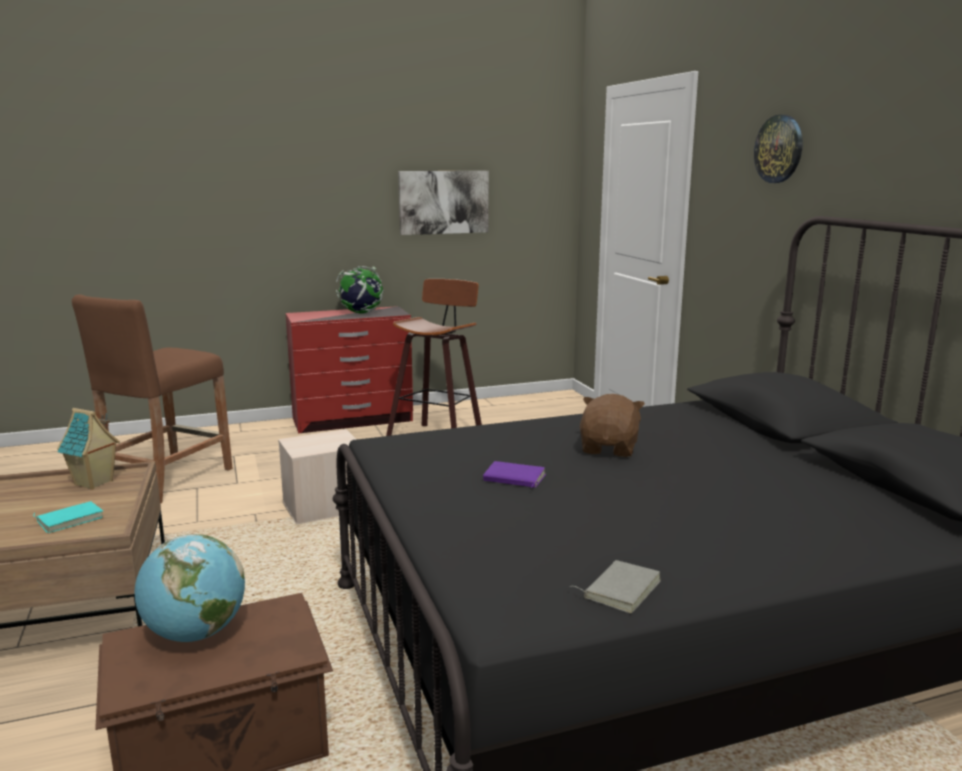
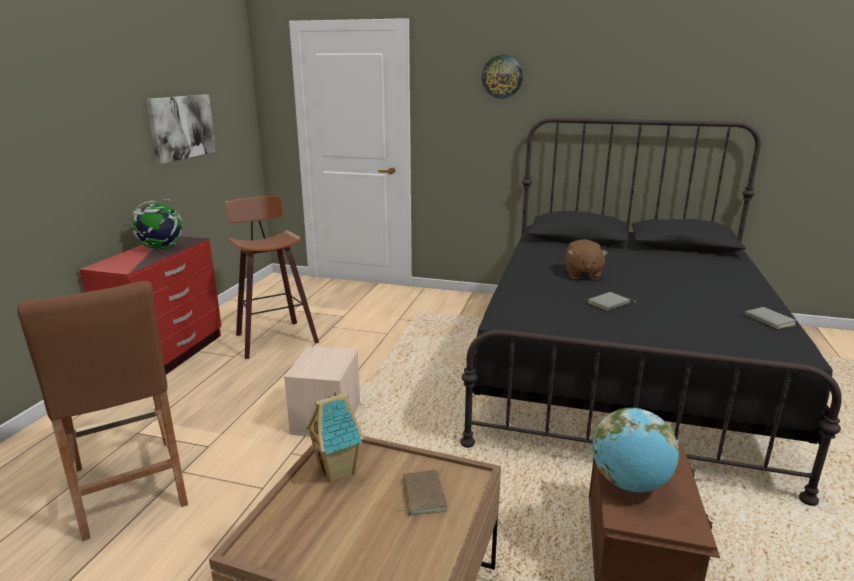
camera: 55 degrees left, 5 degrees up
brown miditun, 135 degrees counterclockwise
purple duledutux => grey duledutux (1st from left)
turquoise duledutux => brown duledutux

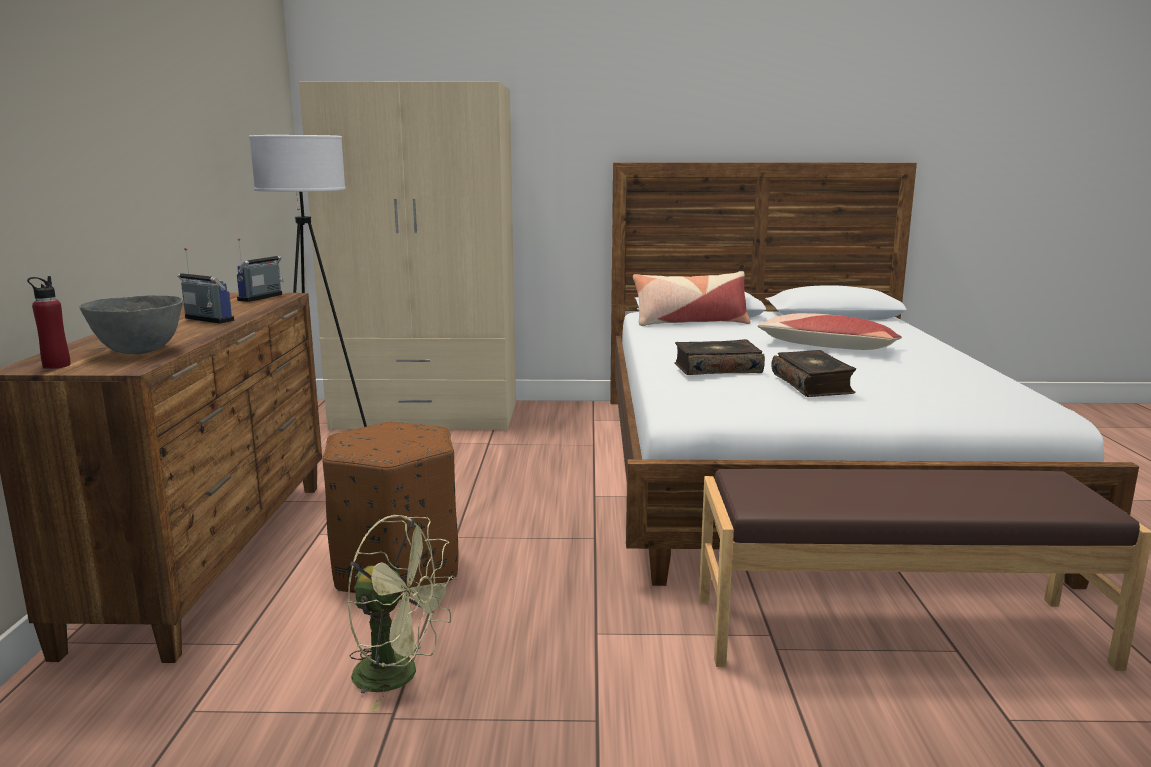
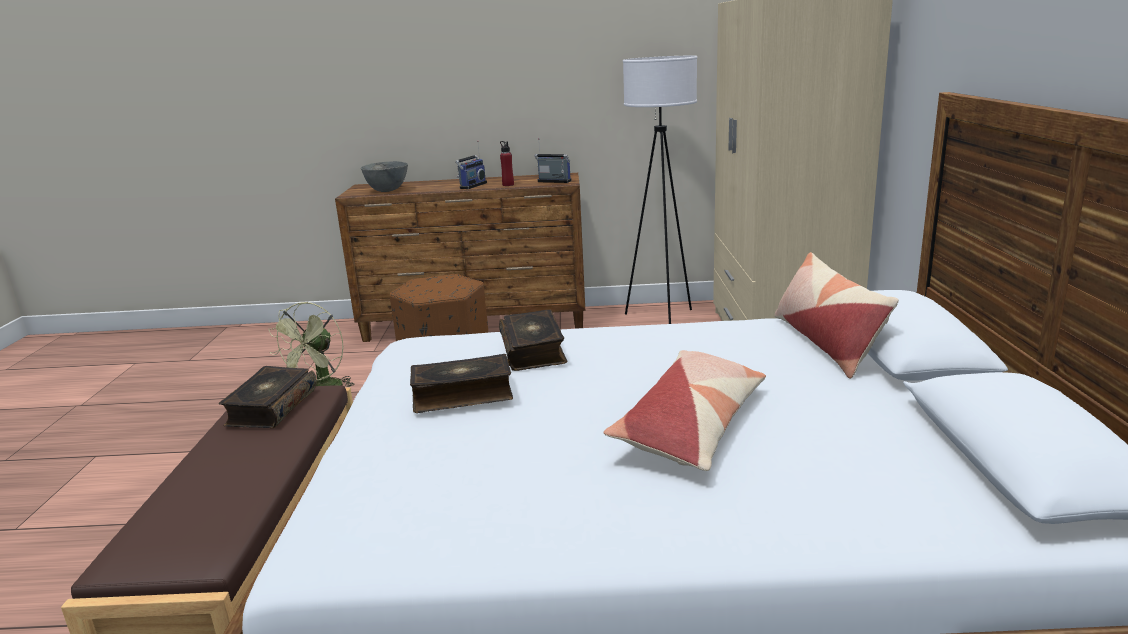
camera: 90 degrees right, 5 degrees up
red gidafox, moved
nothing => duledutux (1st from left)

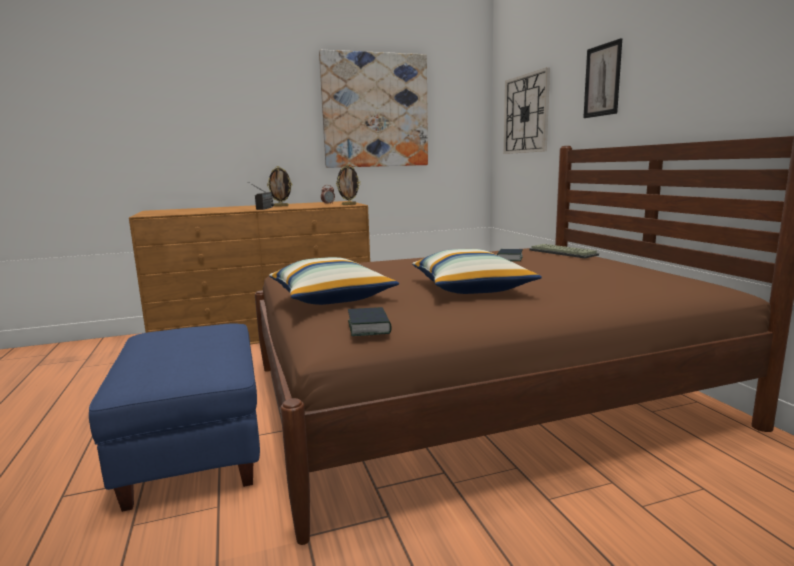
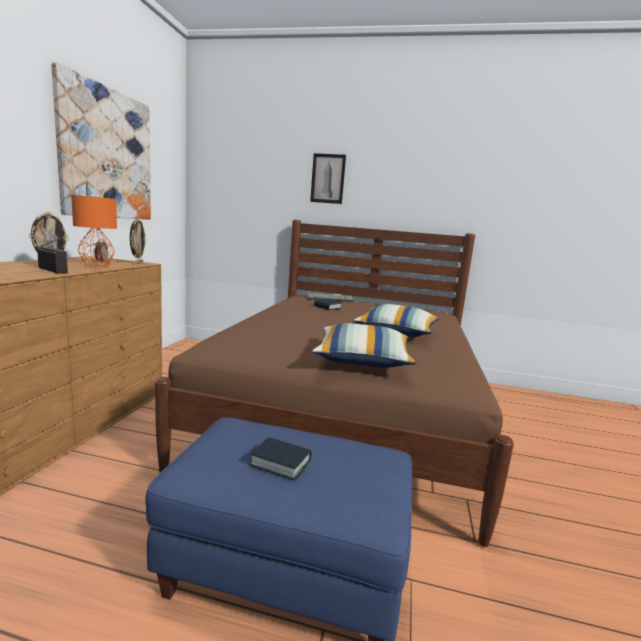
camera: 60 degrees left, 0 degrees up
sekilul => nothing
duledutux (1st from left), moved
nothing => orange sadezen

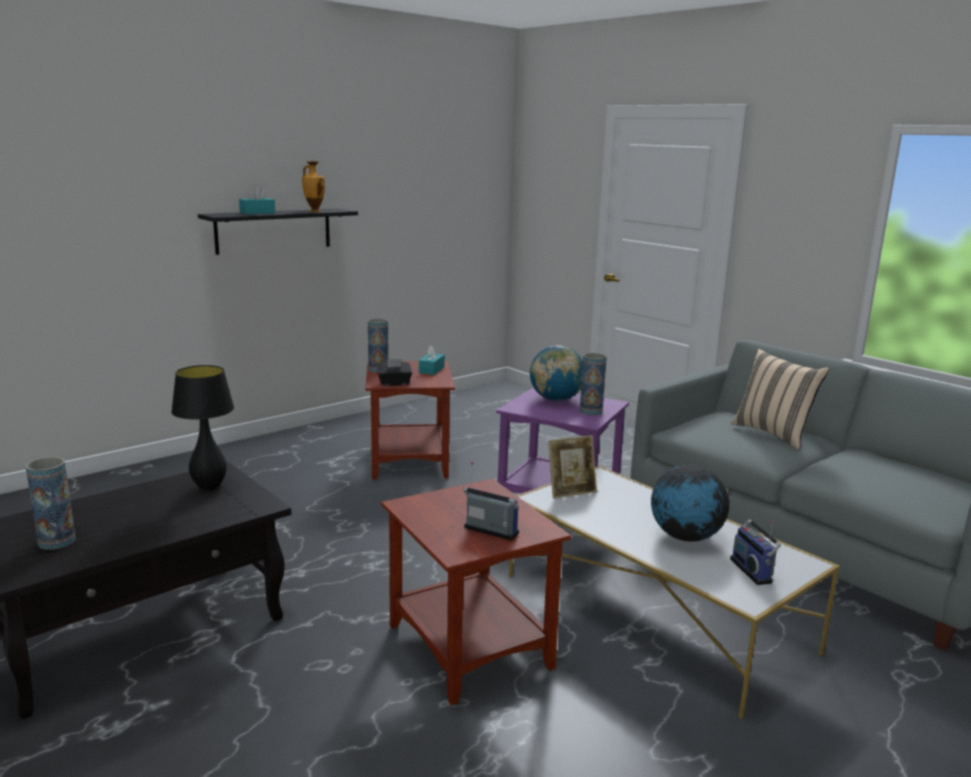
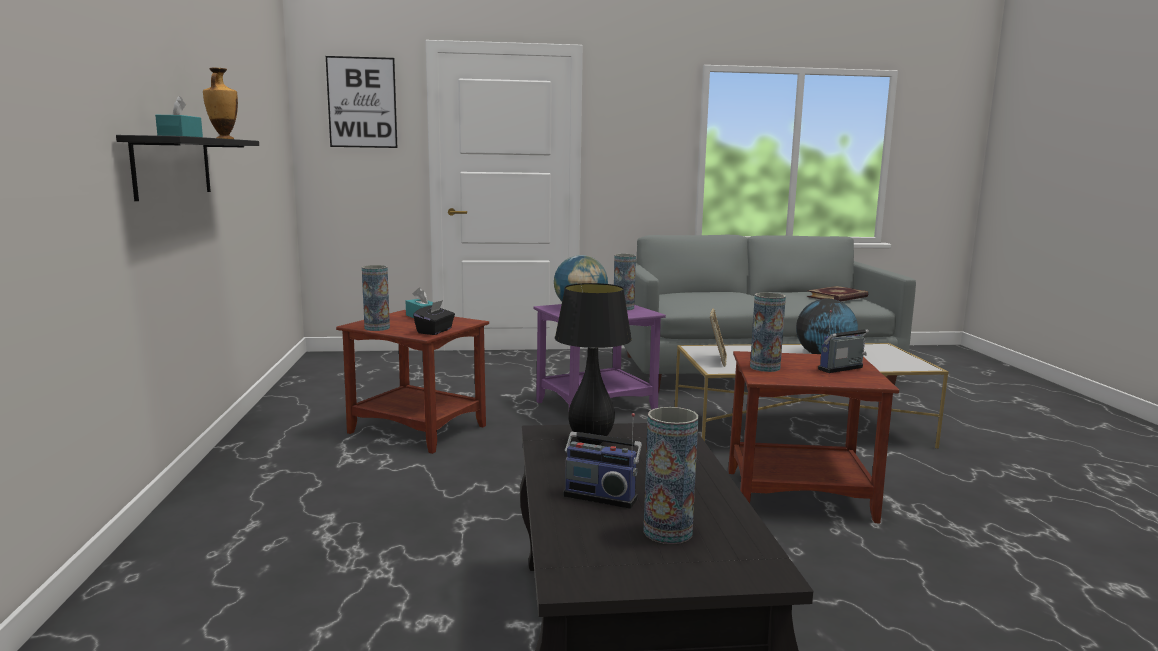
camera: 55 degrees left, 5 degrees down
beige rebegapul => nothing
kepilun (2nd from left in the first image) => kepilun (1st from left), moved
nothing => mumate
nothing => duledutux
nothing => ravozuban (5th from left)

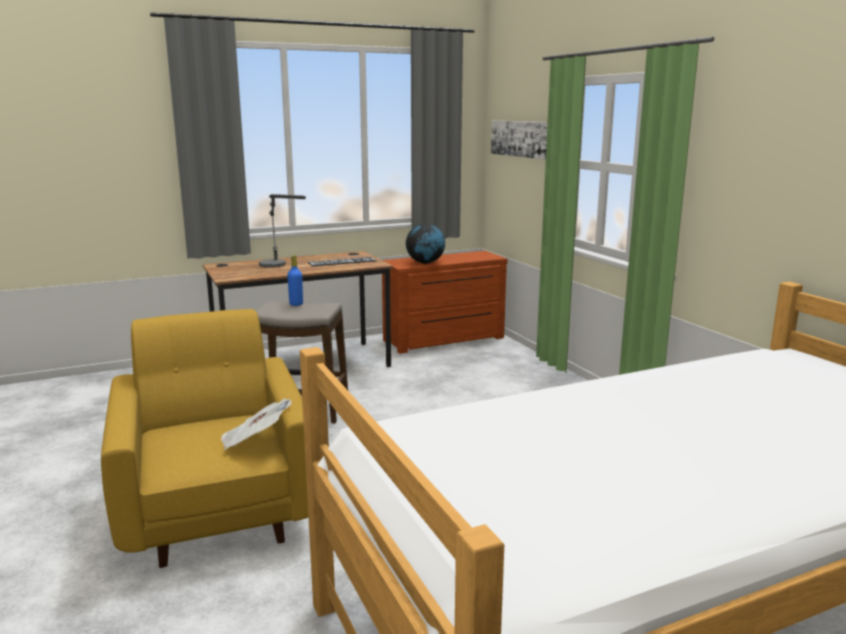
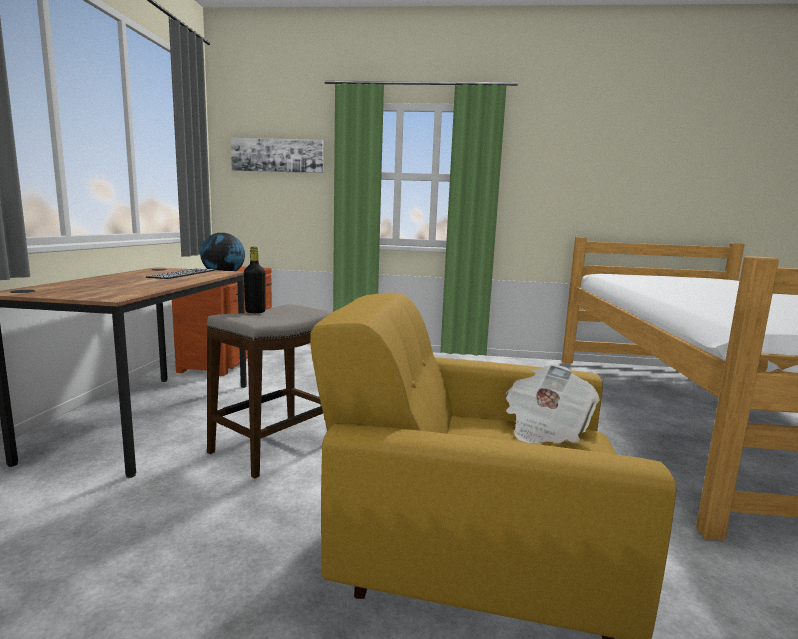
camera: 60 degrees left, 5 degrees down
sadezen => nothing
blue gidafox => black gidafox

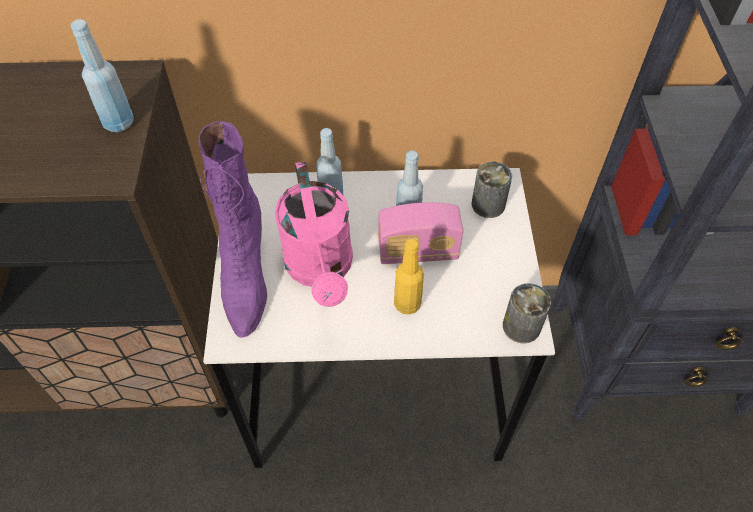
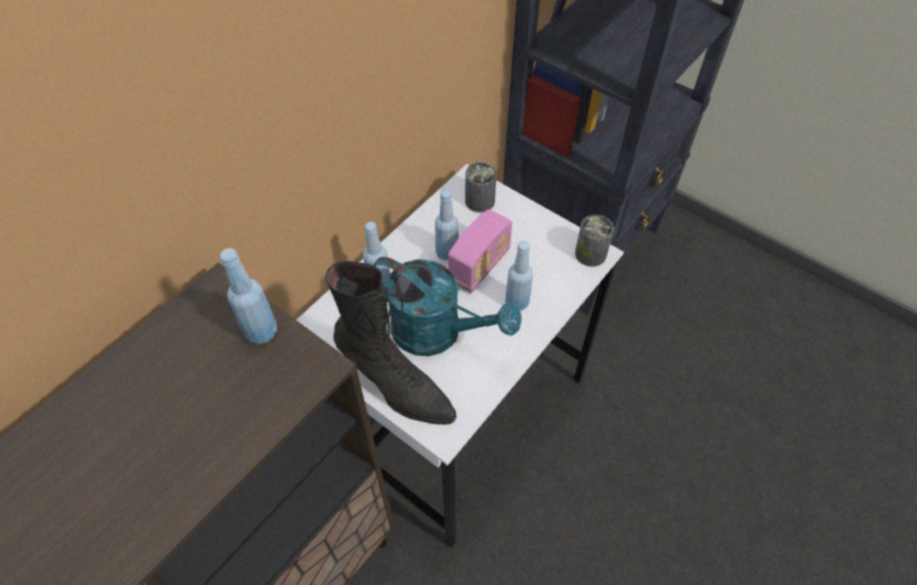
camera: 50 degrees left, 0 degrees up
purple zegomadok => black zegomadok
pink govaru => turquoise govaru
yellow gidafox => blue gidafox (4th from left)

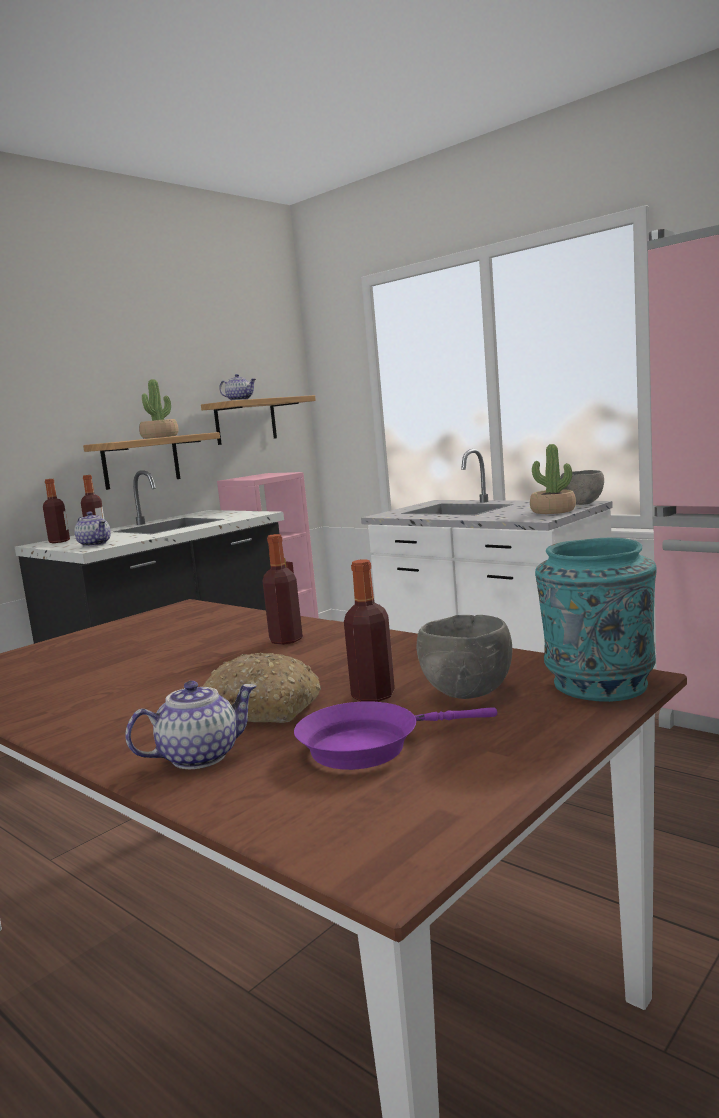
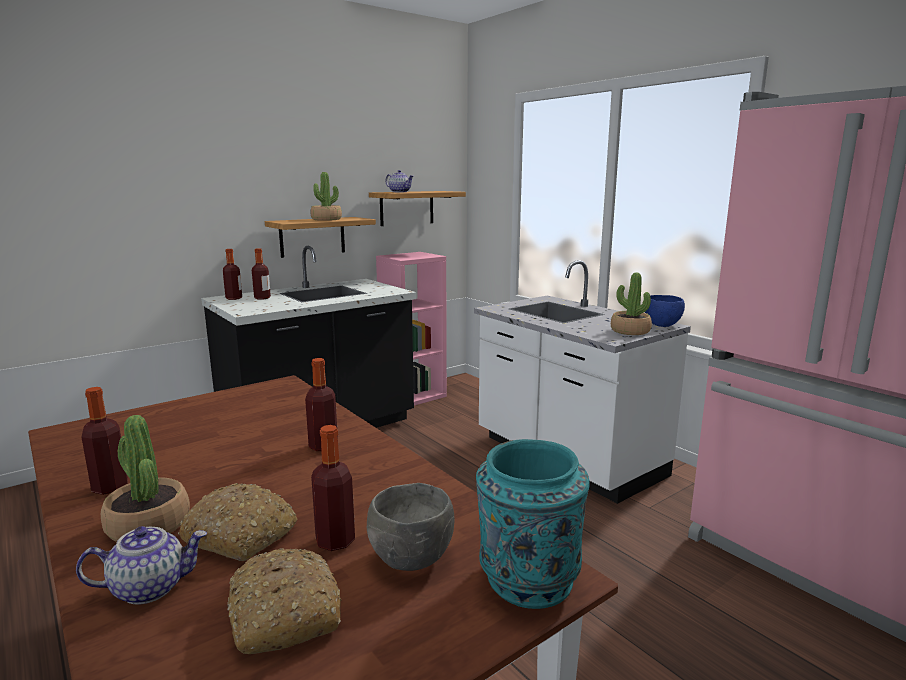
camera: 10 degrees right, 5 degrees up
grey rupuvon (2nd from left) => blue rupuvon
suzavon (1st from left) => nothing
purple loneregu => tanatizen (2nd from left)
nothing => gidafox (1st from left)
nothing => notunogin (1st from left)

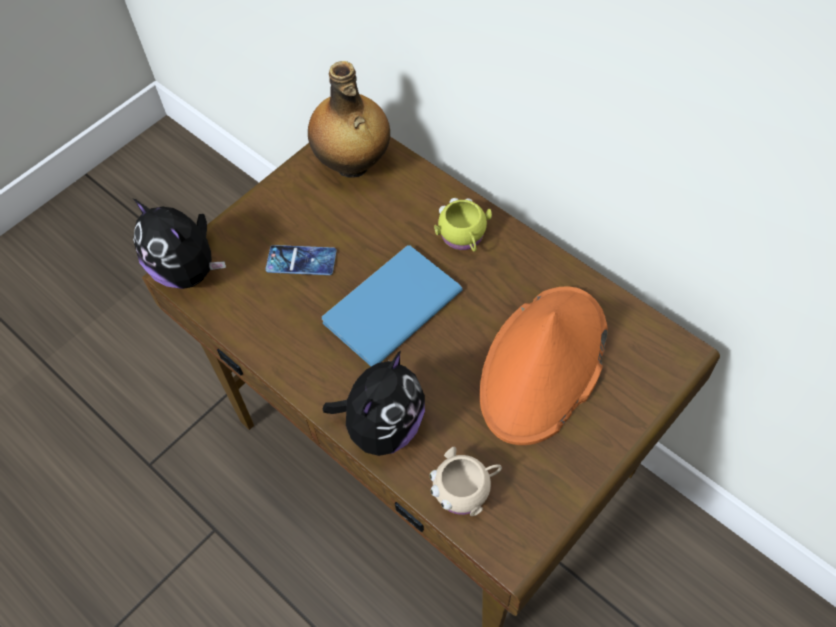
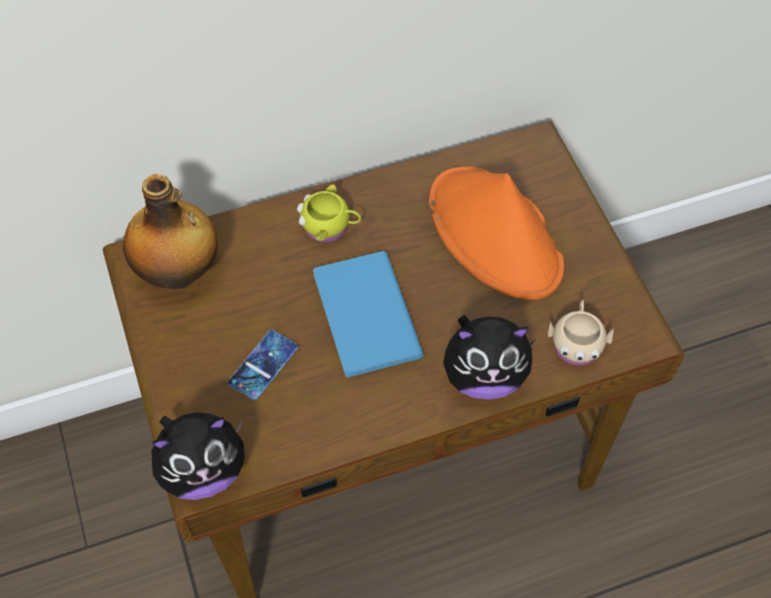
camera: 65 degrees left, 0 degrees up
miditun (2nd from left), 120 degrees clockwise

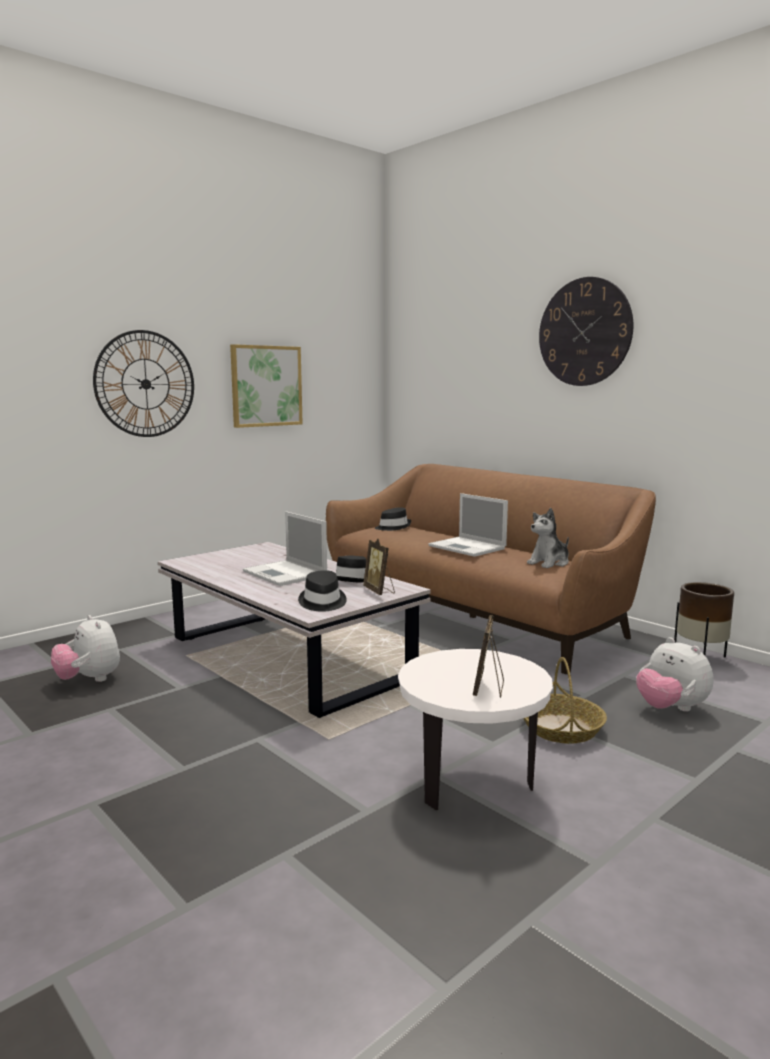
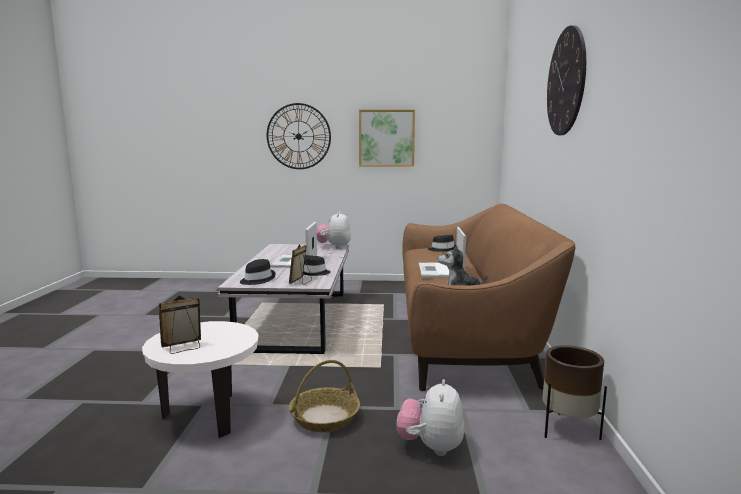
camera: 45 degrees right, 0 degrees up
miditun (1st from left), moved

